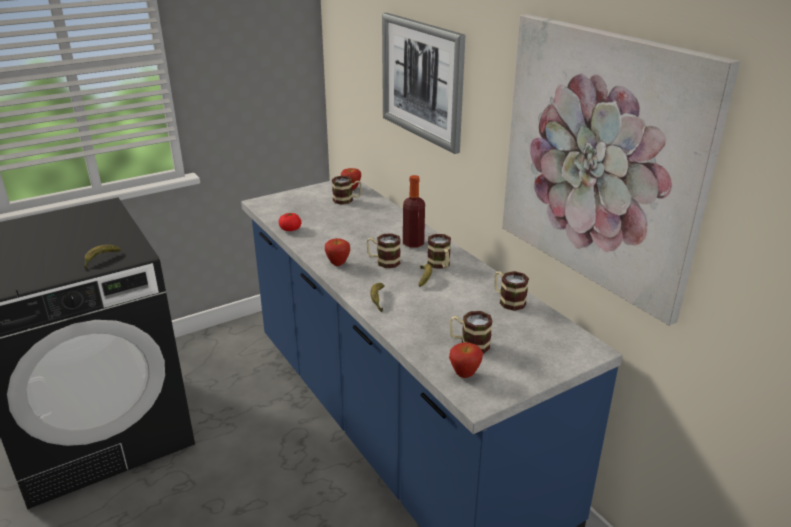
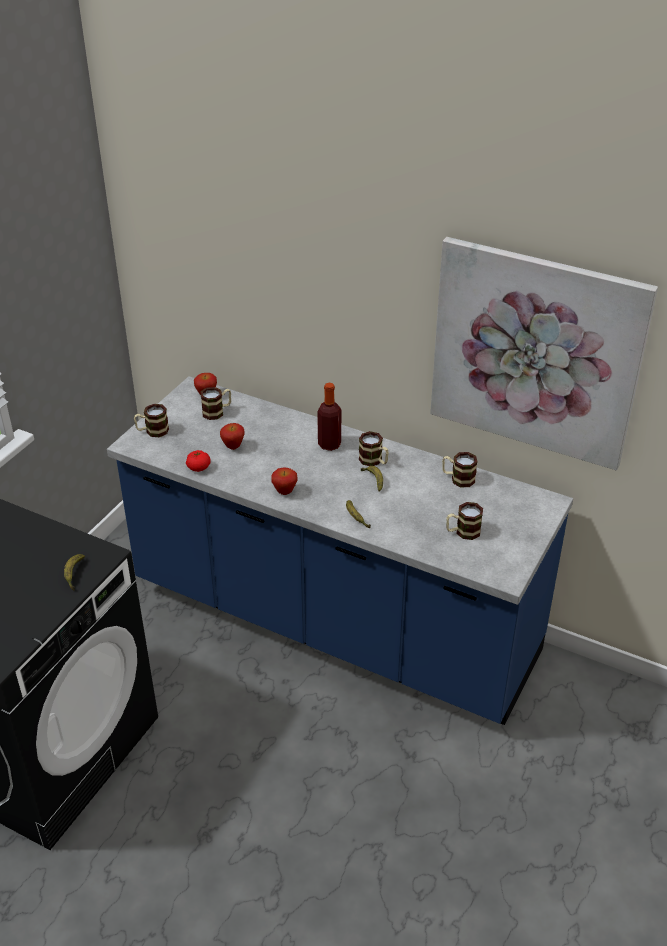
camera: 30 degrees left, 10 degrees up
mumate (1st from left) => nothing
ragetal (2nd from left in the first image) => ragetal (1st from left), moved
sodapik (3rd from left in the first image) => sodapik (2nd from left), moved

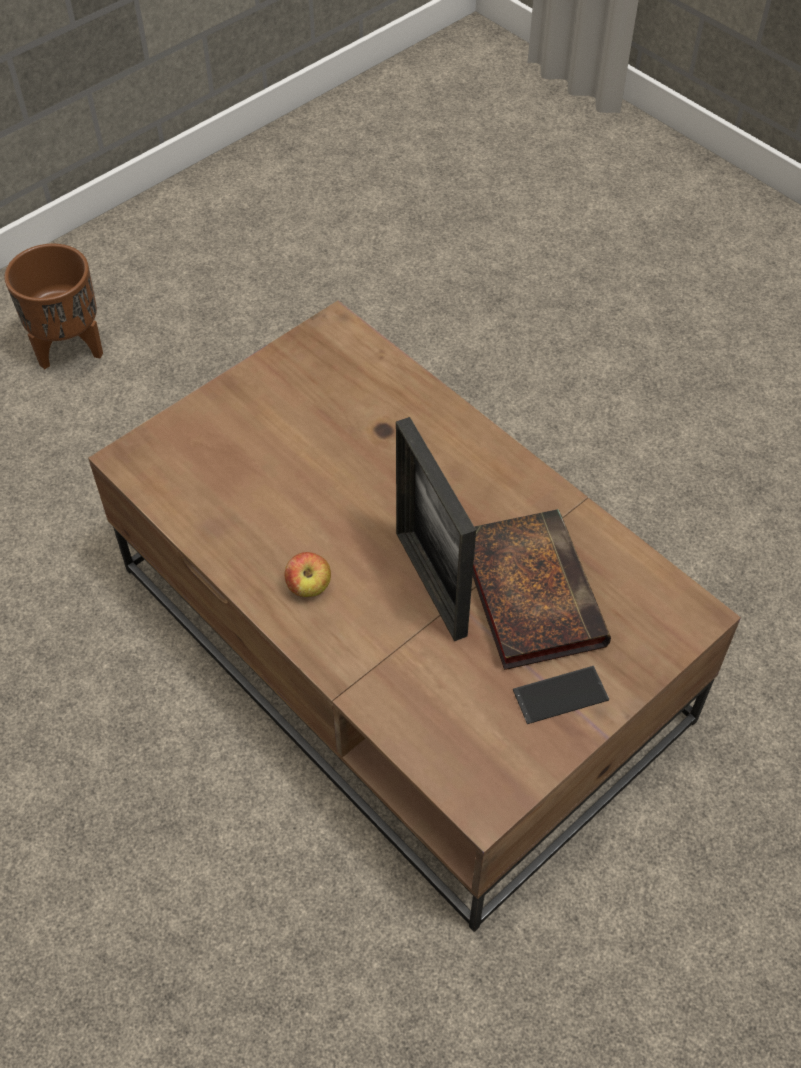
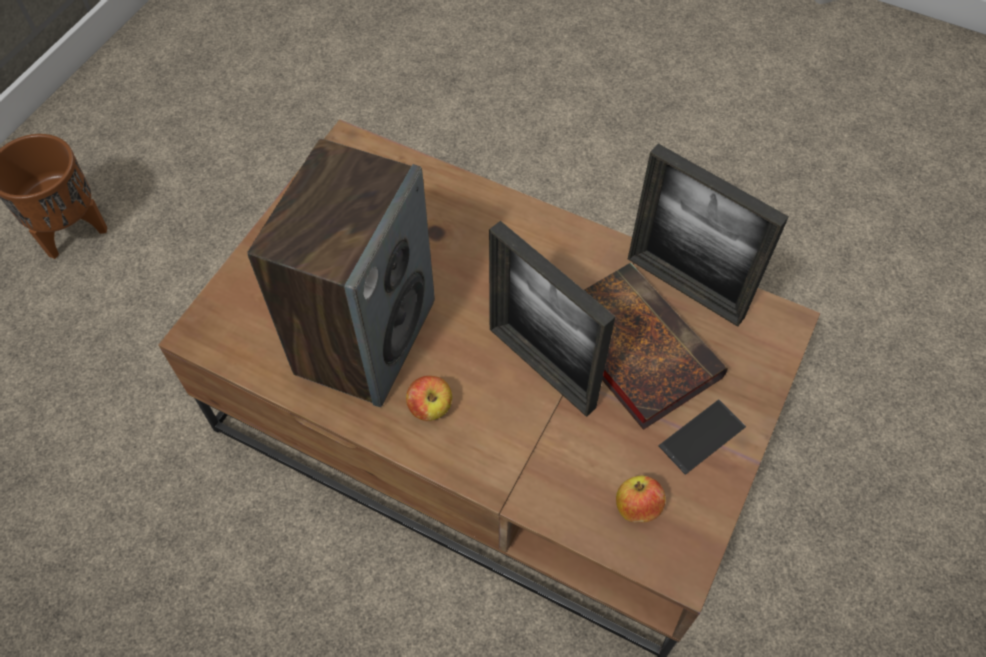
camera: 20 degrees left, 5 degrees up
nothing => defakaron
nothing => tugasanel (2nd from left)
nothing => sodapik (2nd from left)

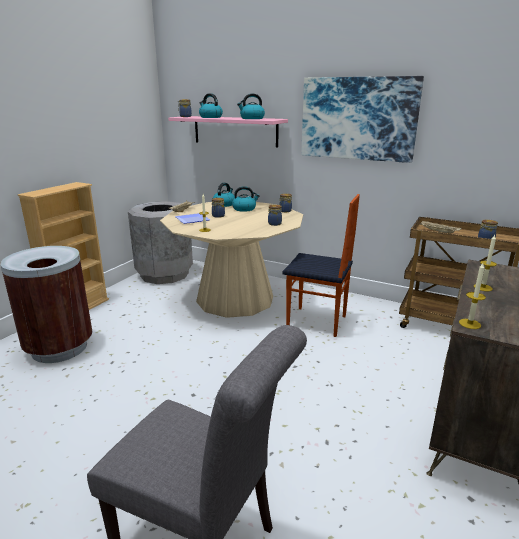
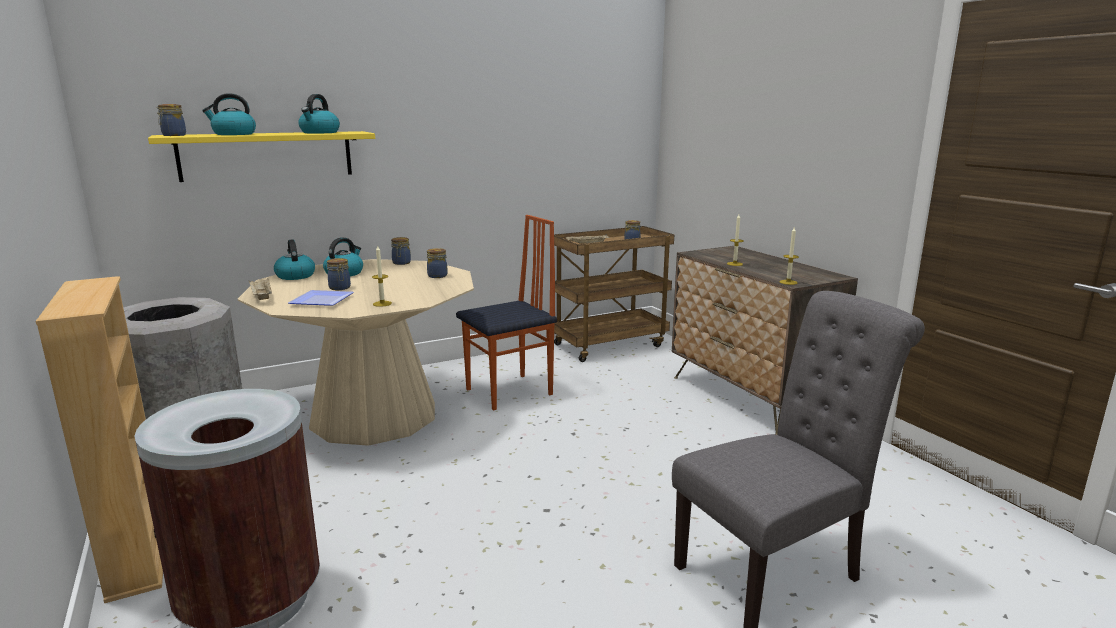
camera: 55 degrees left, 5 degrees down
mumate => nothing
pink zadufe => yellow zadufe

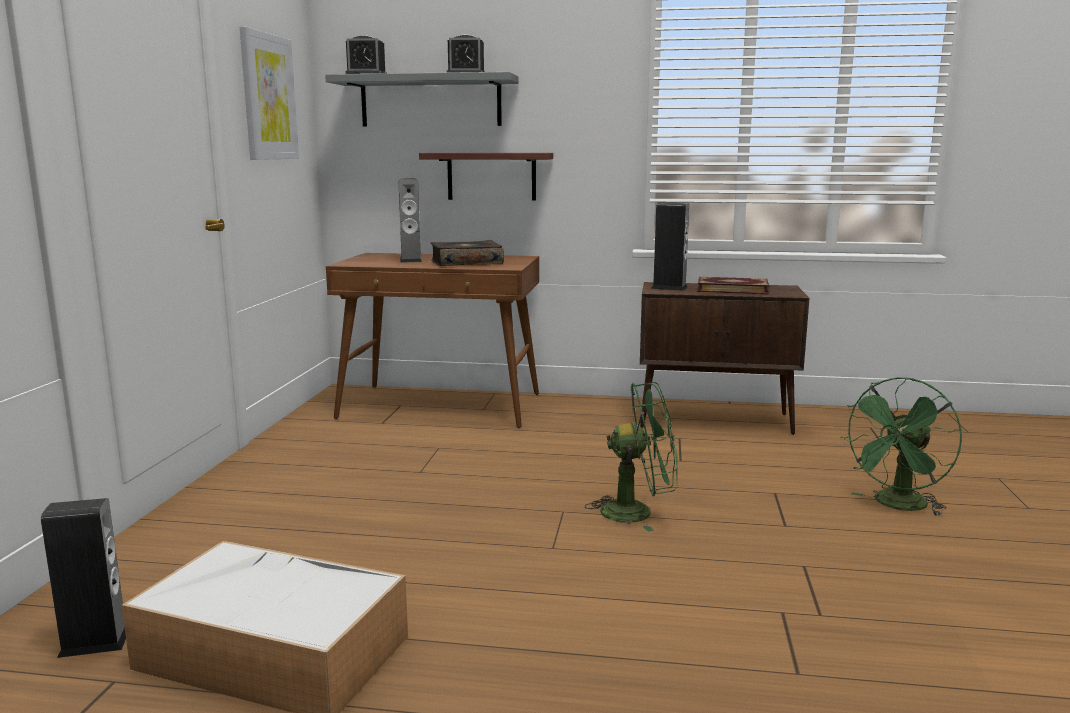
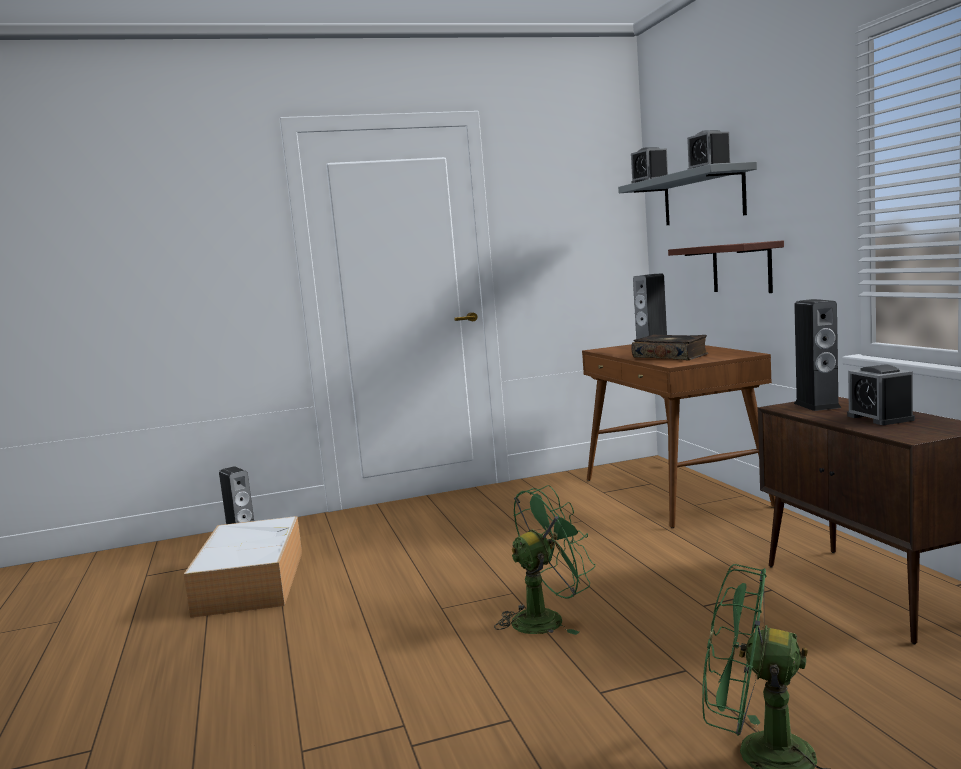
camera: 65 degrees right, 5 degrees down
mumate => nothing
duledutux (2nd from left) => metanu (3rd from left)
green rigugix (1st from left), 90 degrees counterclockwise

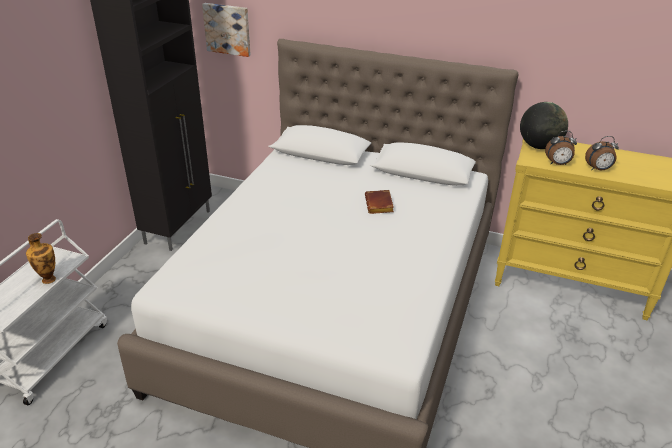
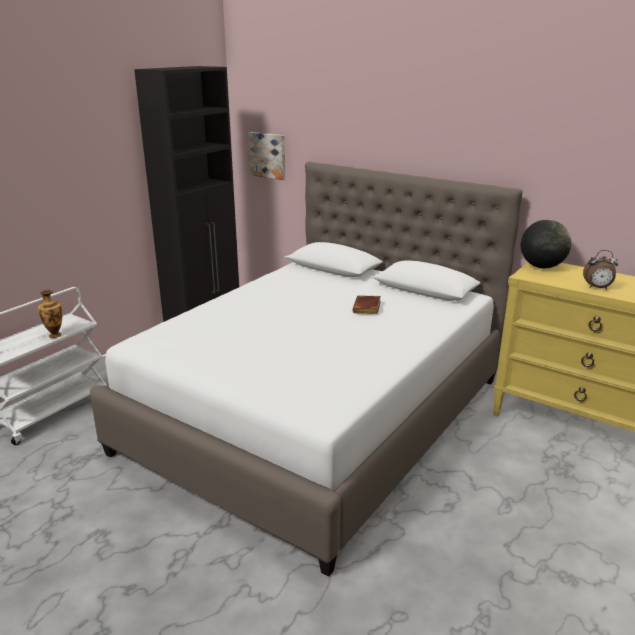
camera: 15 degrees right, 10 degrees down
metanu (1st from left) => nothing

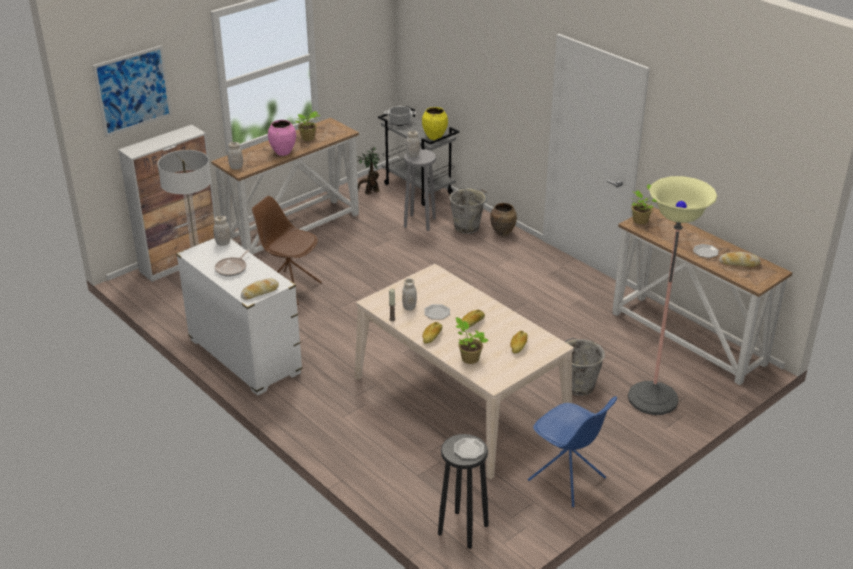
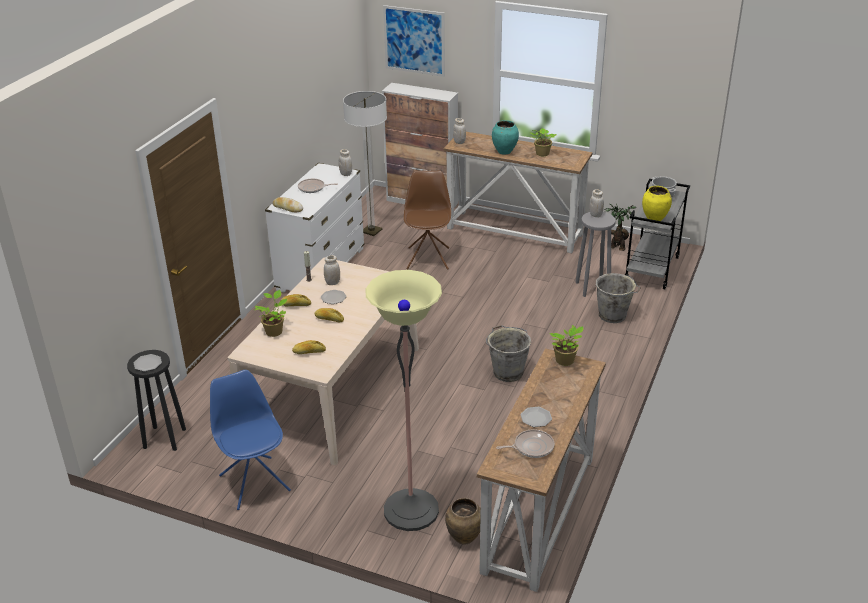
camera: 65 degrees right, 0 degrees up
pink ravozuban => turquoise ravozuban
brown ravozuban, moved
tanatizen (5th from left) => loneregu (2nd from left)
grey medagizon (2nd from left in the first image) => grey medagizon (1st from left), moved
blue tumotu, 135 degrees clockwise

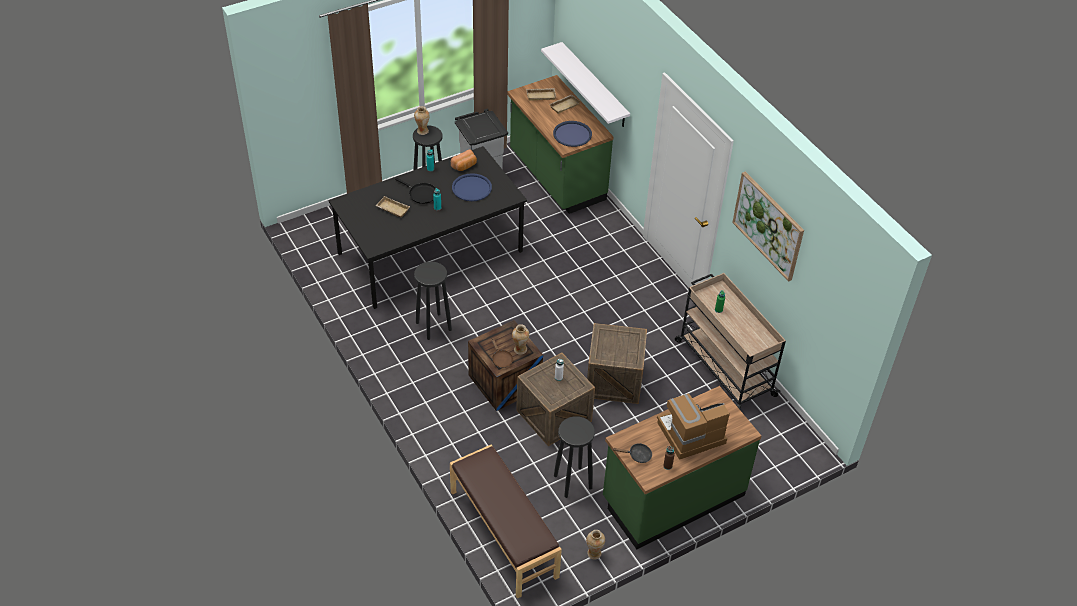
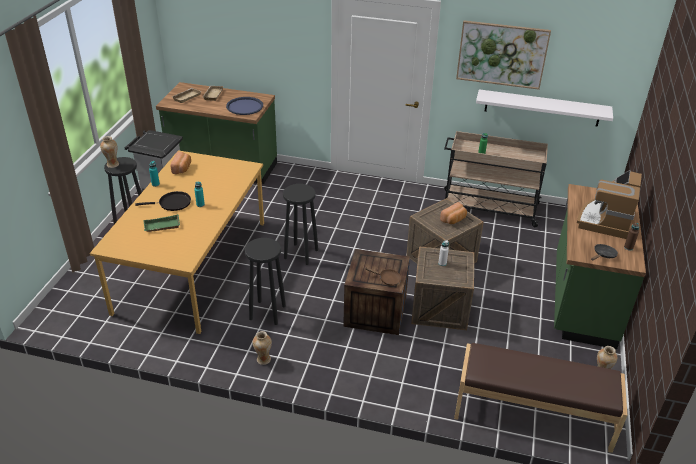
camera: 45 degrees left, 10 degrees down
white zadufe, moved
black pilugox => orange pilugox
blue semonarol (1st from left) => nothing
beige semonarol (1st from left) => green semonarol
ravozuban (2nd from left), moved
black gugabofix (3rd from left), moved
nothing => tanatizen (2nd from left)

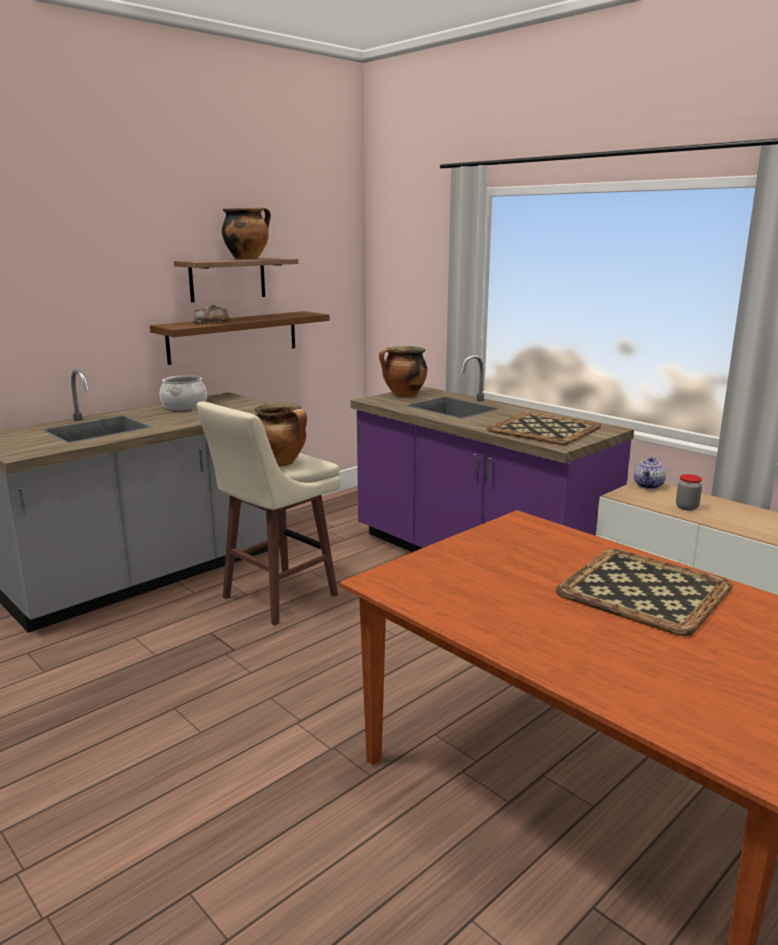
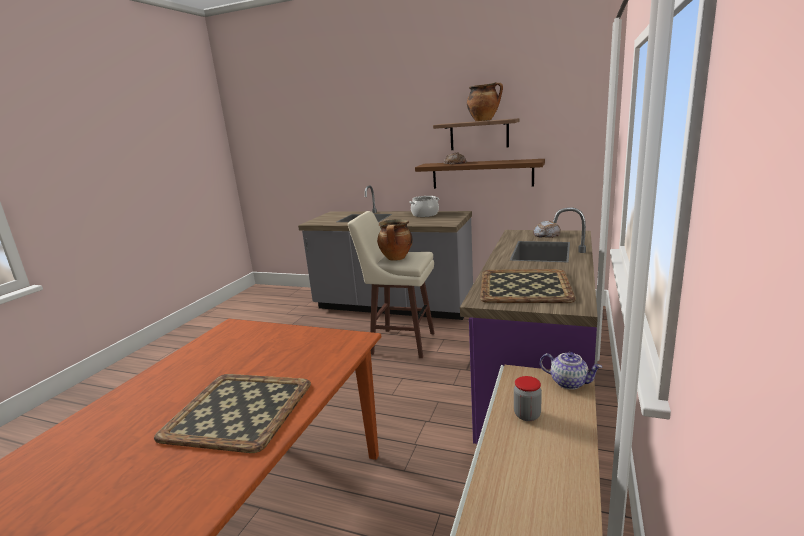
camera: 65 degrees right, 0 degrees up
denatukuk (4th from left) => tanatizen (2nd from left)
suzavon, 150 degrees counterclockwise

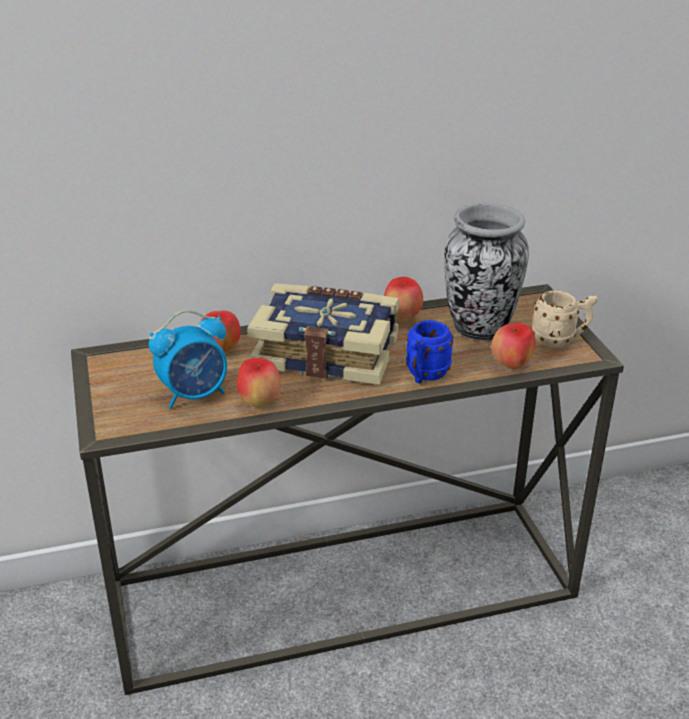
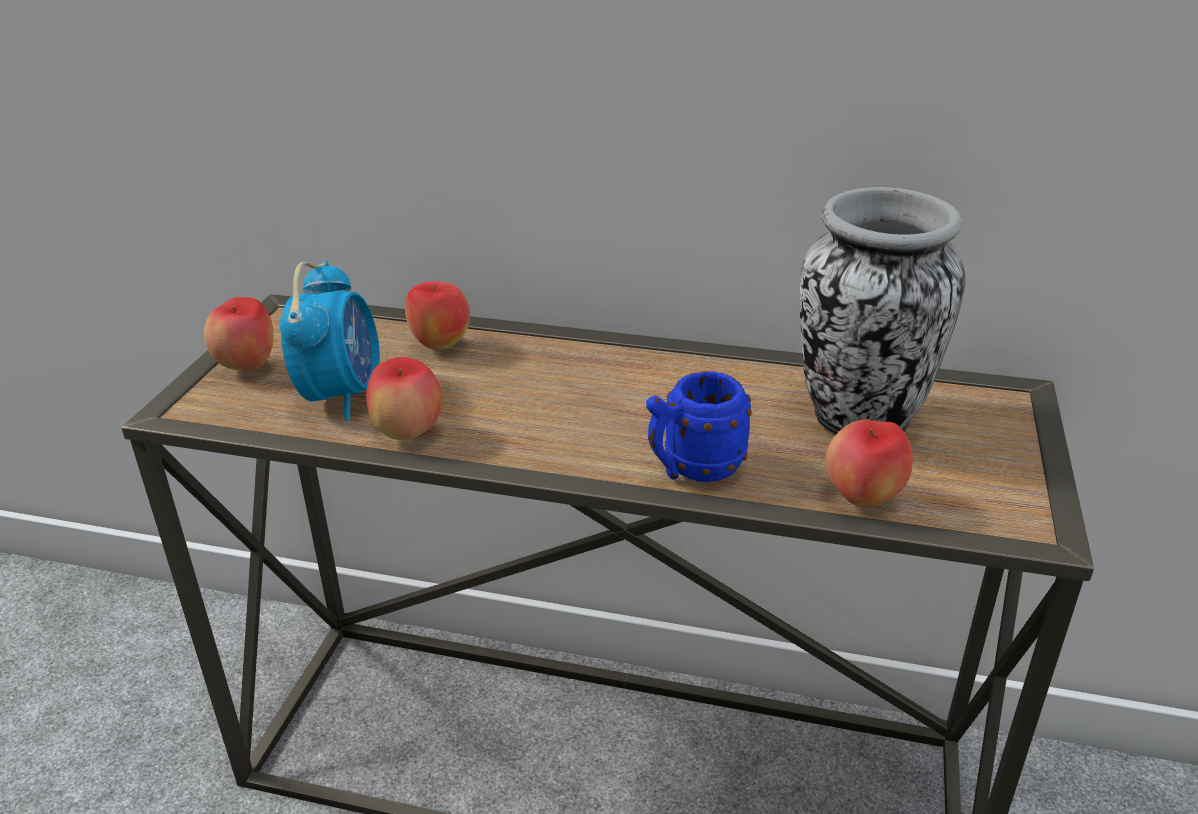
camera: 30 degrees right, 0 degrees up
sodapik (3rd from left in the first image) => sodapik (1st from left), moved
duledutux => nothing
beige ragetal => nothing
metanu, 90 degrees counterclockwise

